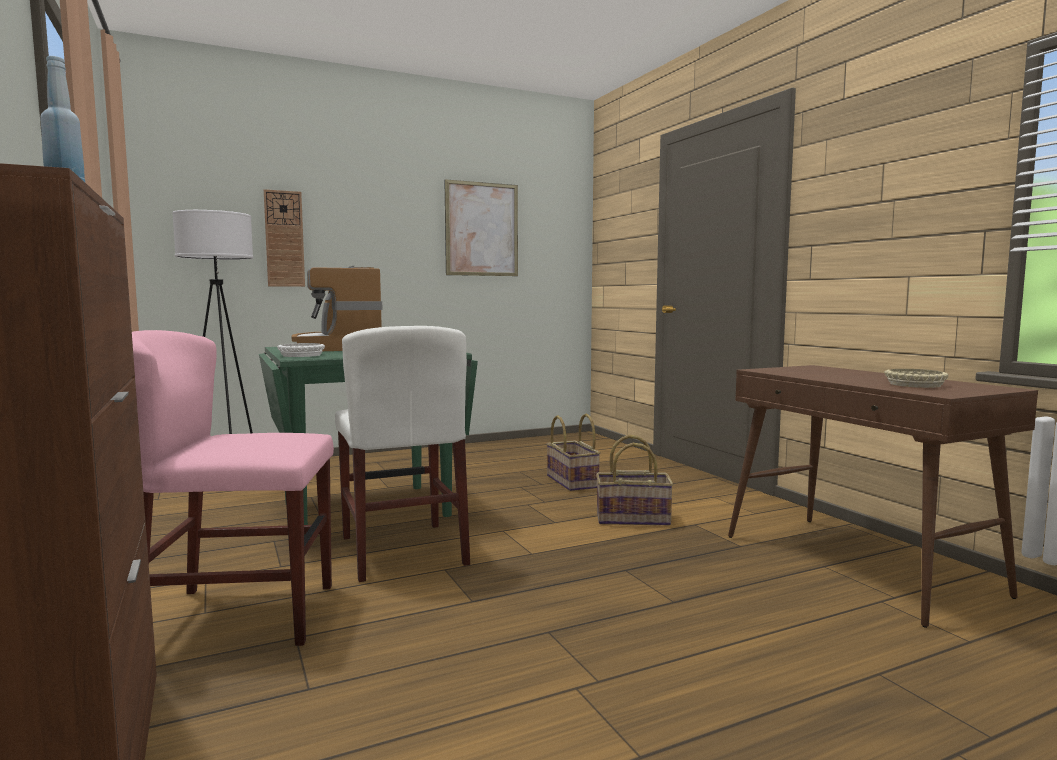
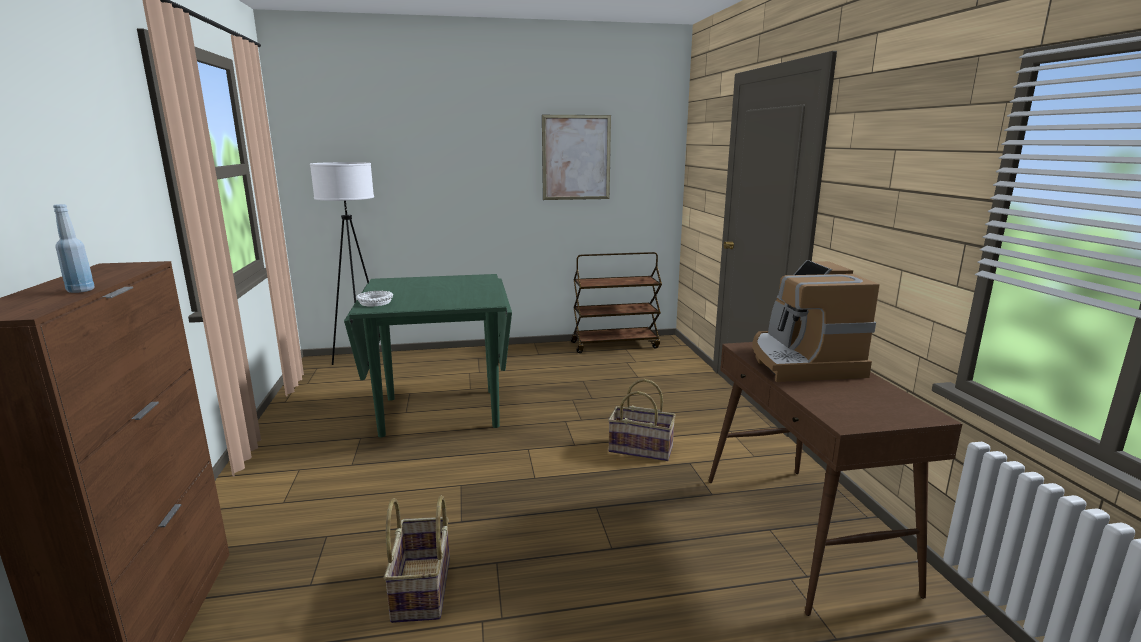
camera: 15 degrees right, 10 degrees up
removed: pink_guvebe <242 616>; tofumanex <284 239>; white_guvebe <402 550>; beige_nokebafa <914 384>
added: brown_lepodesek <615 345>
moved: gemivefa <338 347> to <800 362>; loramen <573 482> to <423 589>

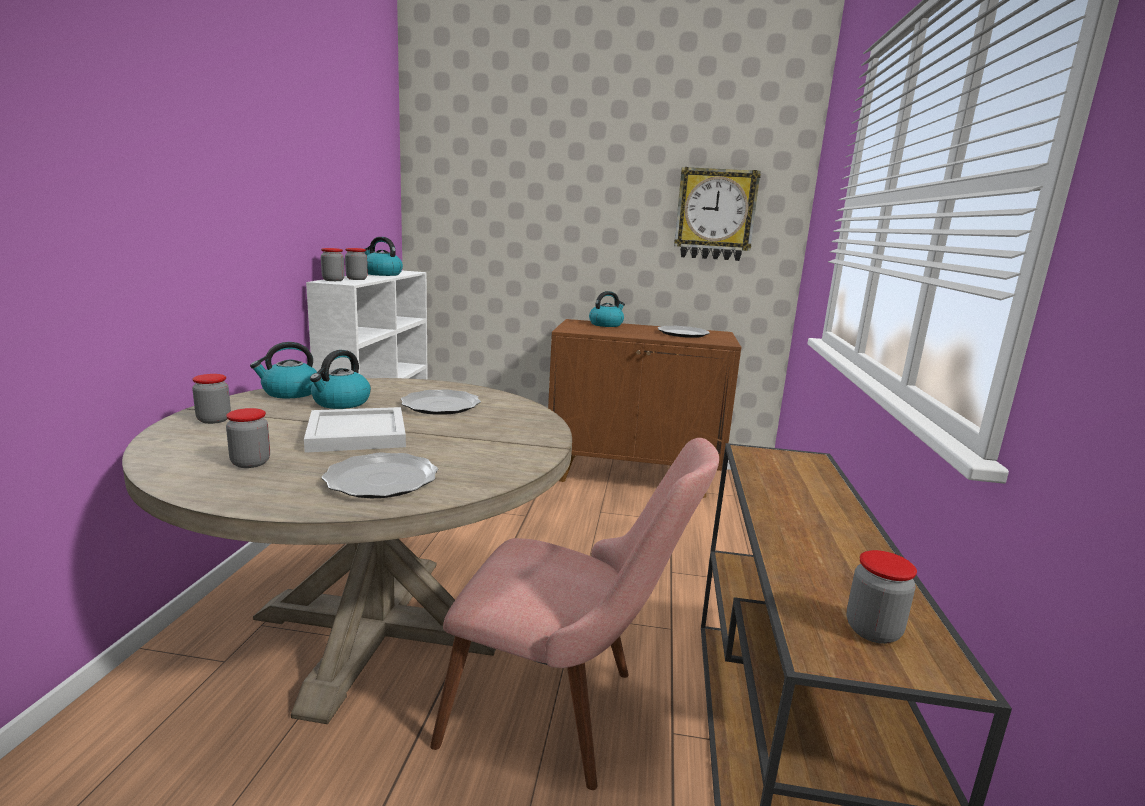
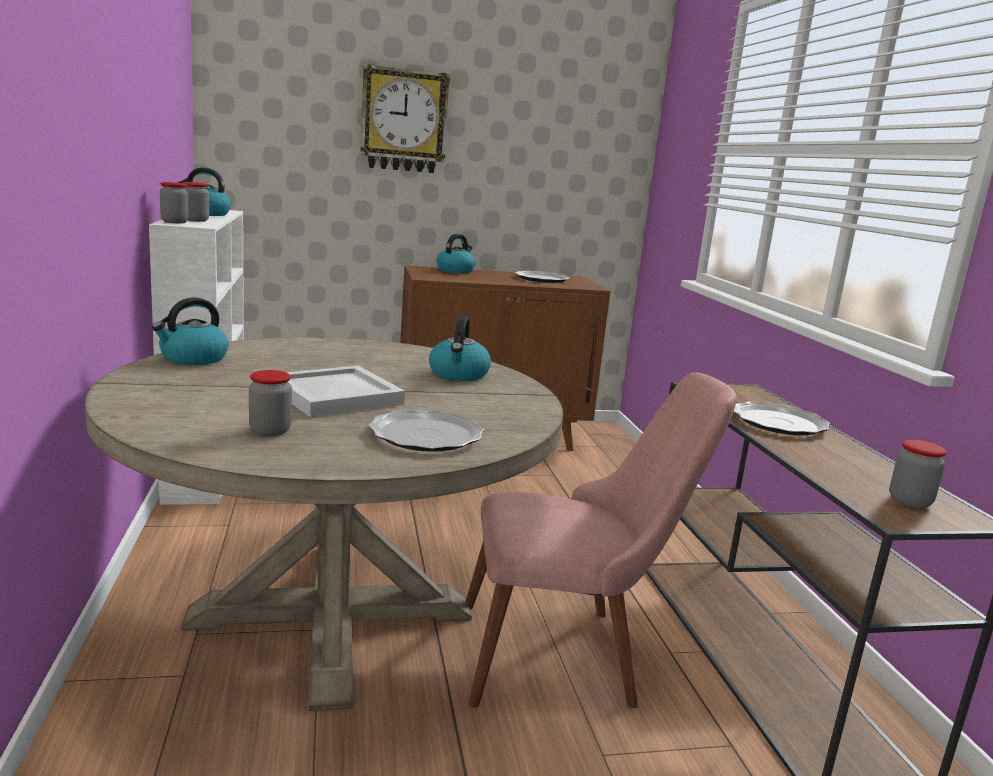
camera: 20 degrees left, 0 degrees up
removed: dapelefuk <214 420>
moved: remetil <341 403> to <459 374>; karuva <441 405> to <779 422>; tofumanex <715 214> to <404 121>

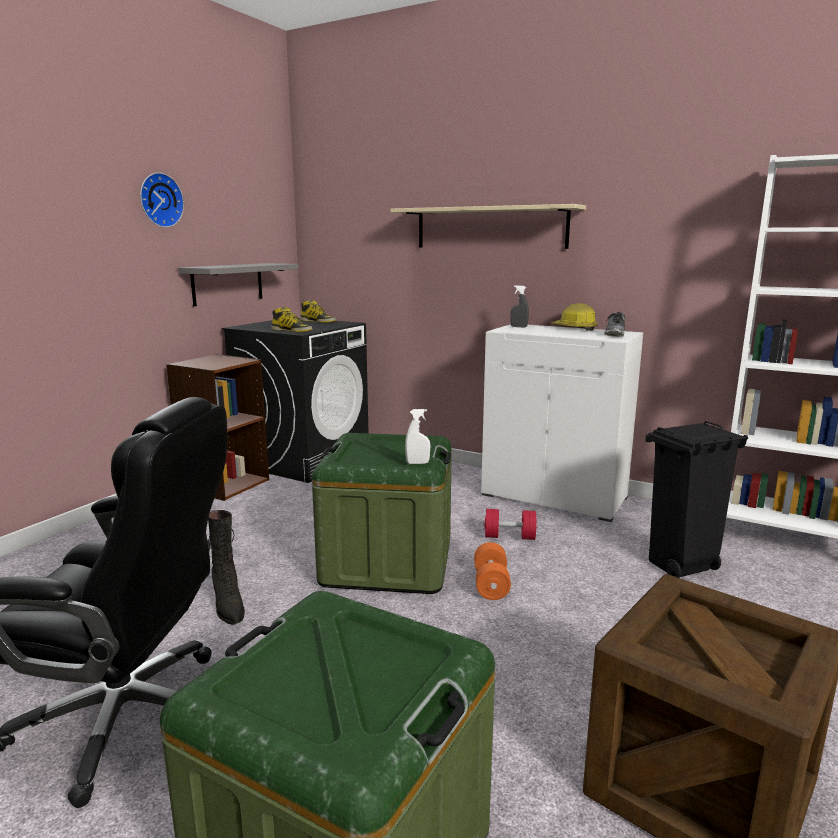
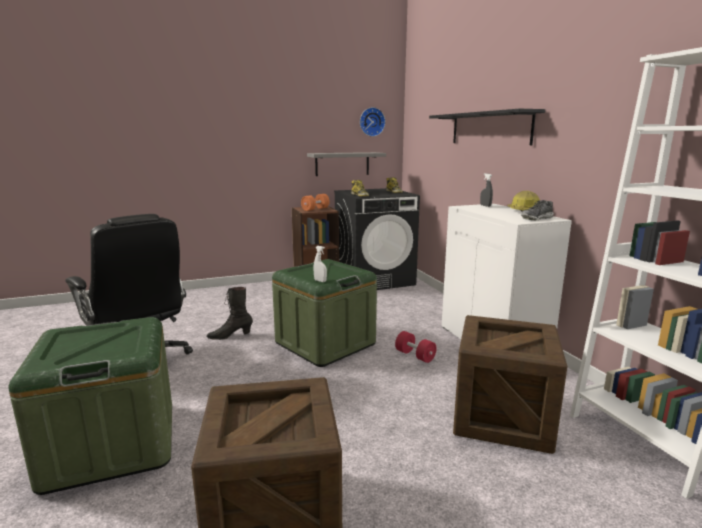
camera: 40 degrees right, 0 degrees up
moved: tofumanex <159 200> to <371 122>; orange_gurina <491 584> to <315 209>
replaced: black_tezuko <680 567> to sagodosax <502 417>
recoloured: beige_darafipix <490 228> to black_darafipix <489 128>
turned: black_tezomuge <228 605> = <230 336> 60 degrees clockwise

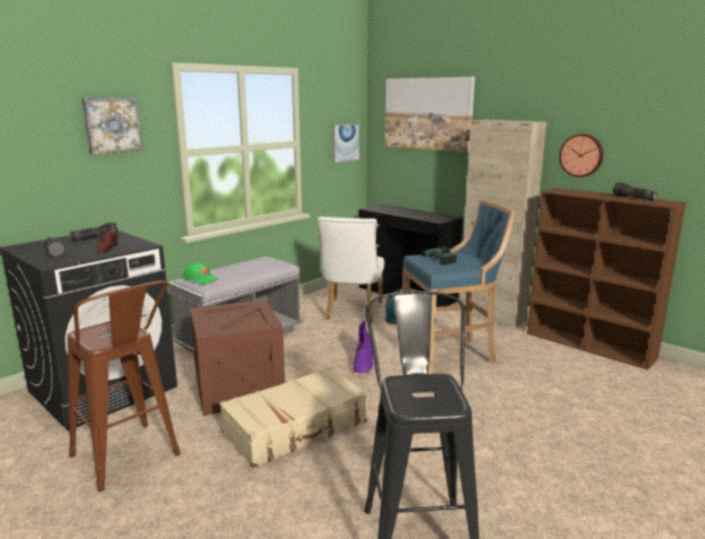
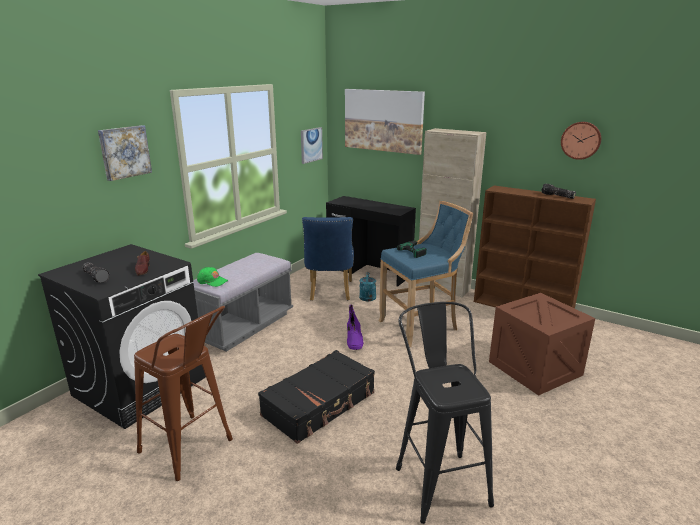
camera: 10 degrees left, 5 degrees up
removed: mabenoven <95 239>
moved: sagodosax <239 388> to <535 368>; tofumanex <581 155> to <581 140>
recoloured: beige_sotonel <296 428> to black_sotonel <320 404>; white_guvebe <352 312> to blue_guvebe <329 292>

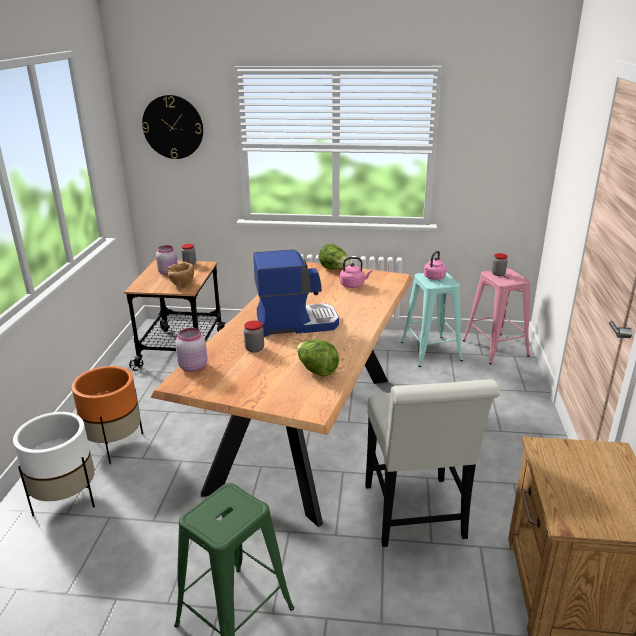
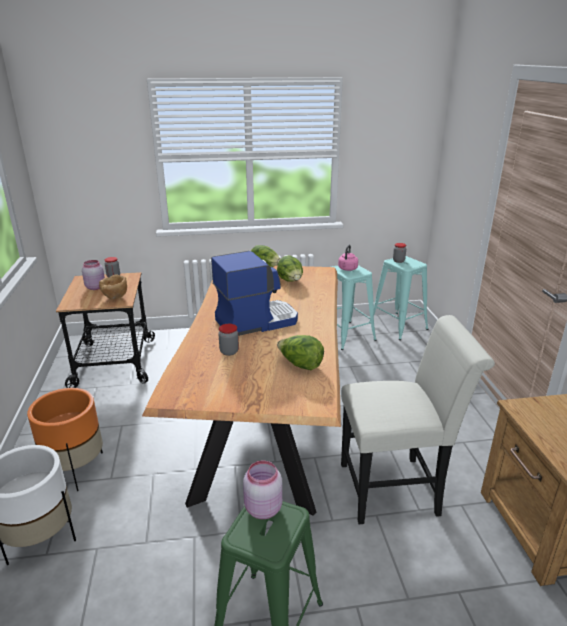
camera: 15 degrees left, 0 degrees up
removed: tofumanex <173 127>
moved: pink_dapelefuk <192 367> to <262 509>
replaced: pink_remetil <353 285> to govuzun <290 281>
recoloured: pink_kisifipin <495 348> to turquoise_kisifipin <398 326>
turned: white_guvebe <416 517> = <396 488> 75 degrees counterclockwise

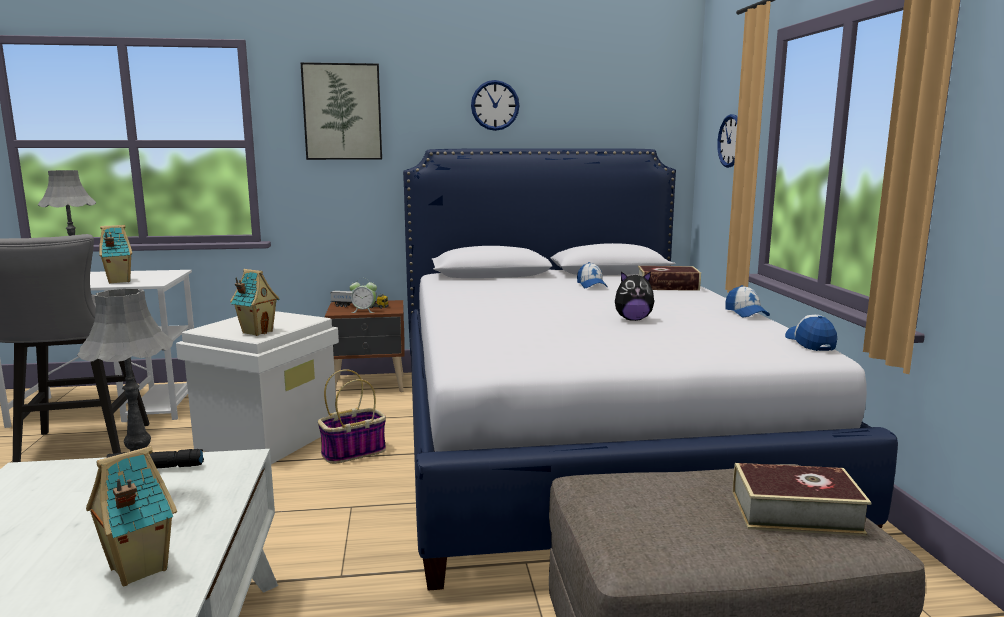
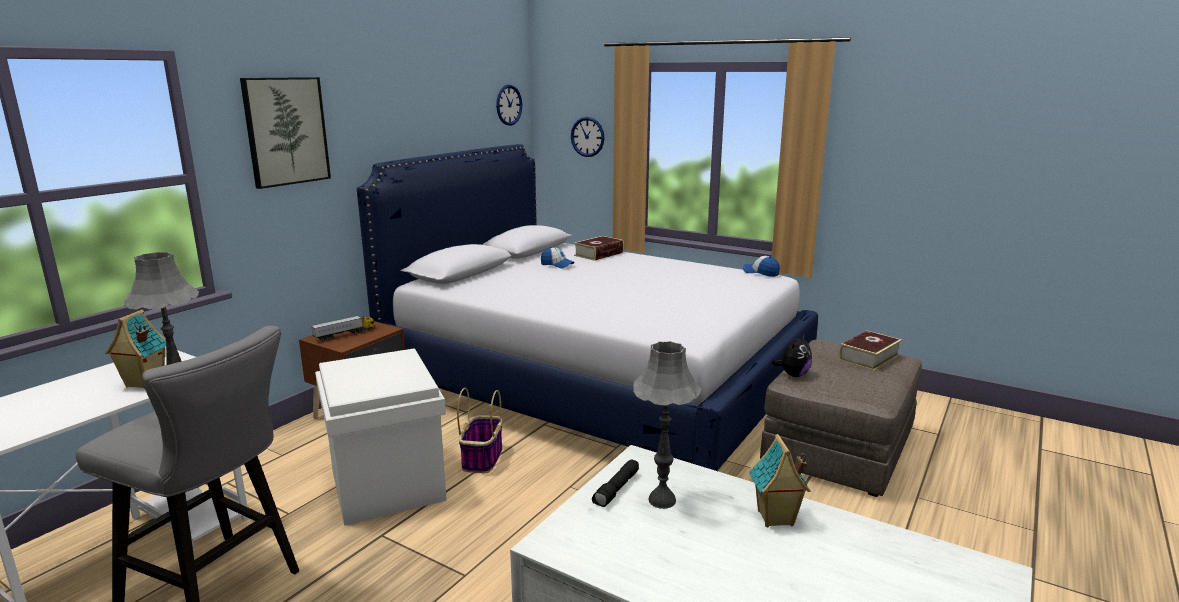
camera: 50 degrees left, 5 degrees up
removed: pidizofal <257 332>; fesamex <364 311>; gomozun <746 313>
moved: tofumanex <495 105> to <509 105>; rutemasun <633 319> to <793 375>

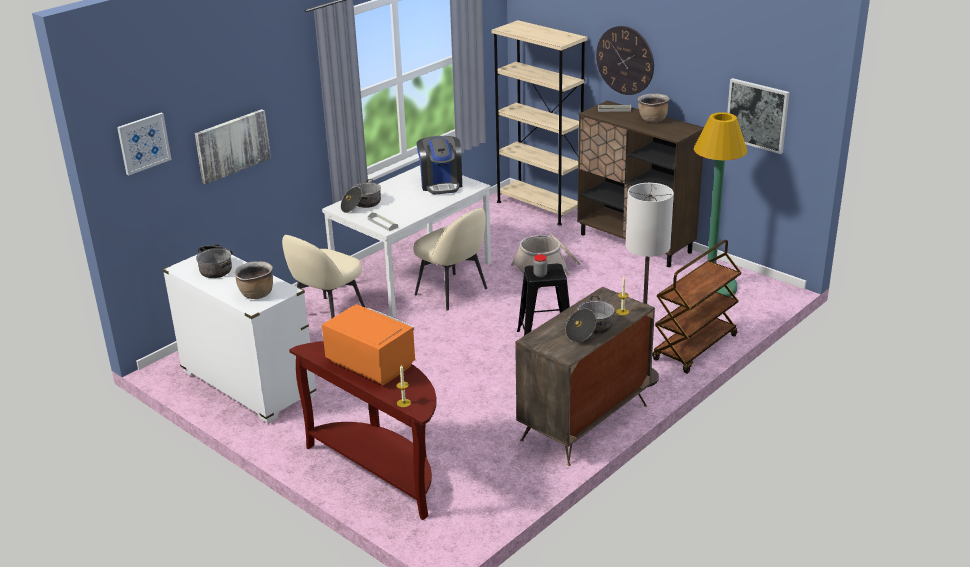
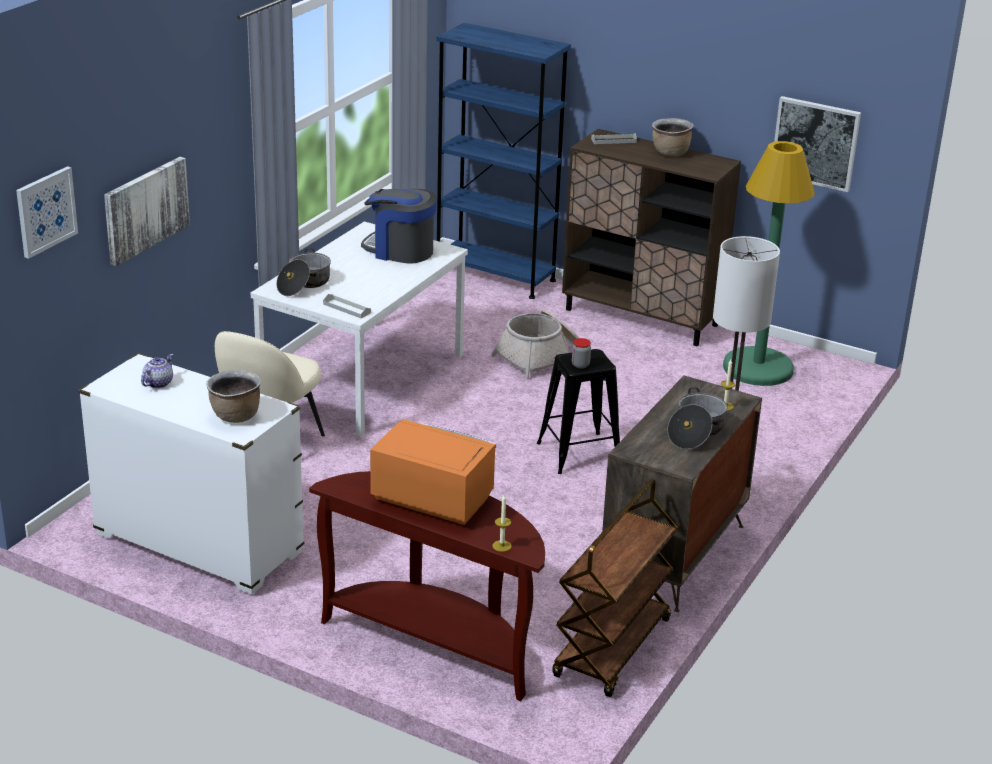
camera: 15 degrees left, 0 degrees up
removed: beige_guvebe <452 292>; tofumanex <625 60>
moved: brown_lepodesek <695 348> to <613 649>
replaced: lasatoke <217 268> to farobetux <158 383>
recoloured: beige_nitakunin <539 207> to blue_nitakunin <495 276>
turned: gemivefa <441 184> = <400 250> 135 degrees clockwise

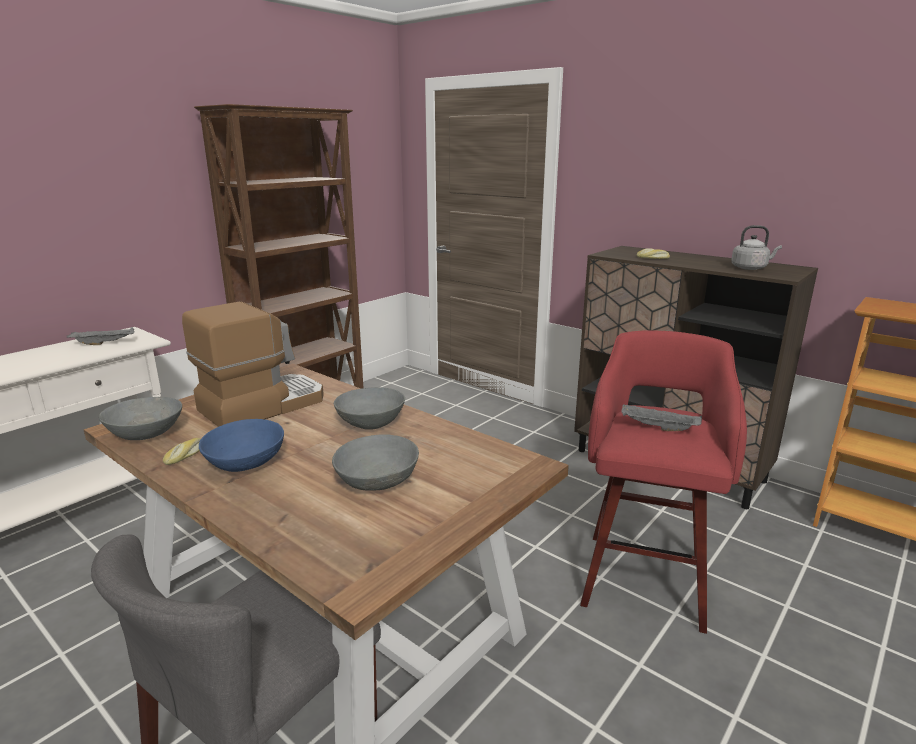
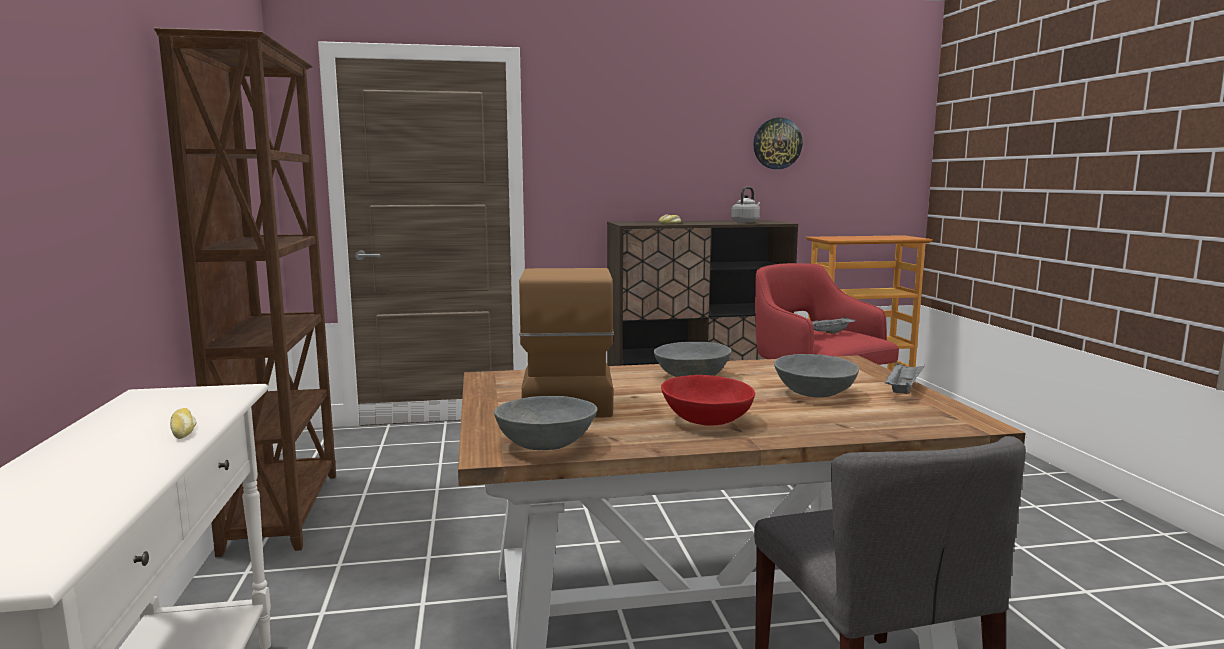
camera: 50 degrees left, 10 degrees down
added: tofumanex <777 143>
moved: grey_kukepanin <105 343> to <902 390>; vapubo <186 456> to <184 430>
recoloured: blue_nokebafa <245 462> to red_nokebafa <705 420>

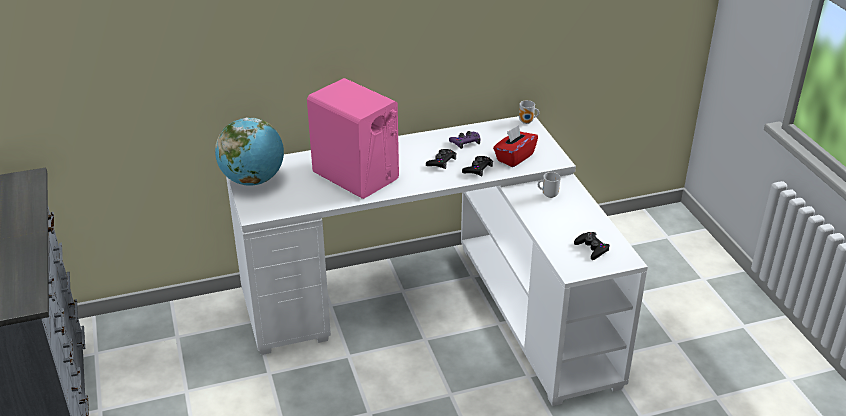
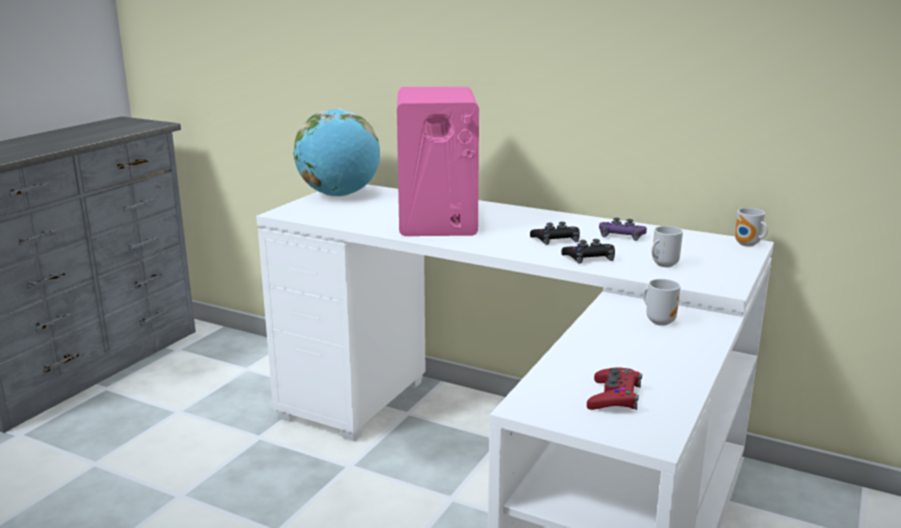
camera: 45 degrees right, 15 degrees down
replaced: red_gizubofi <514 157> to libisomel <662 265>
recoloured: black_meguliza <592 248> to red_meguliza <614 397>

